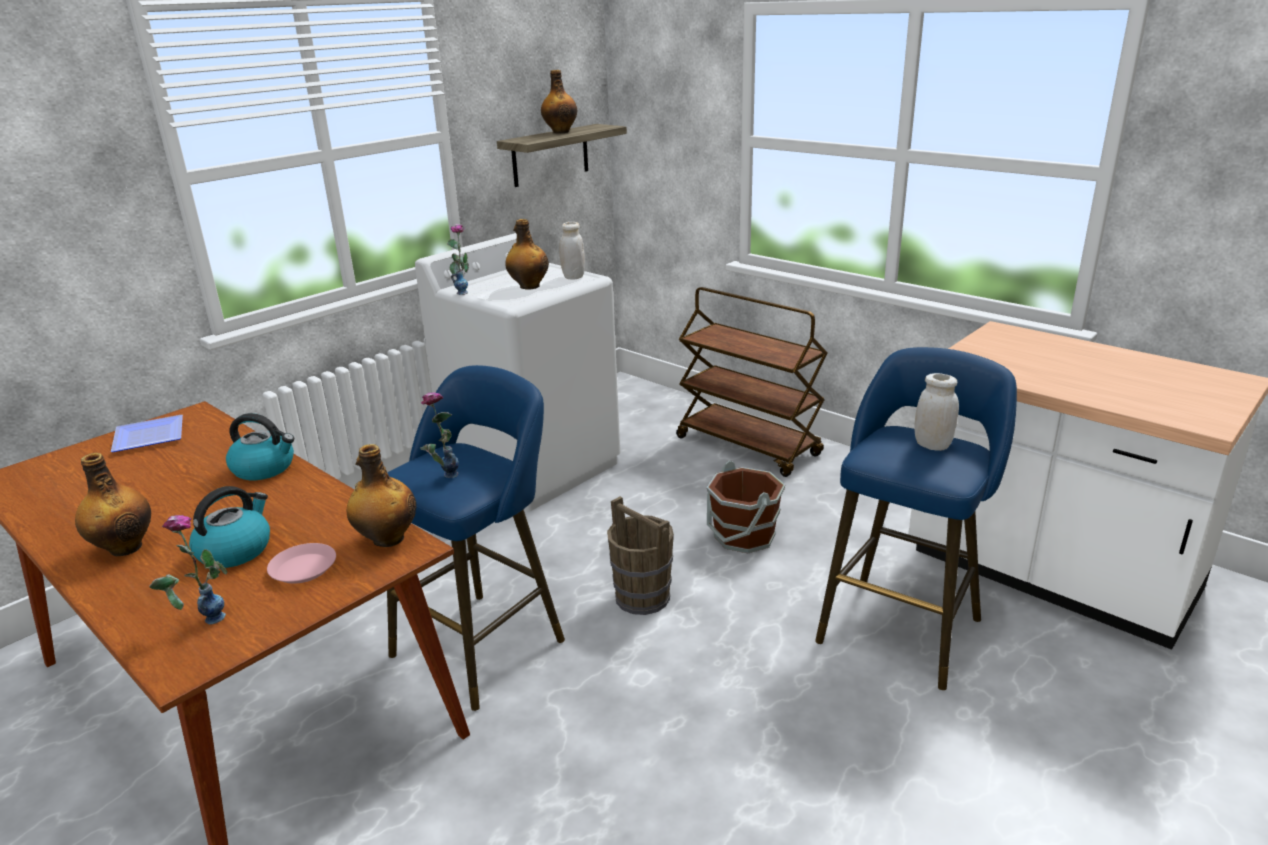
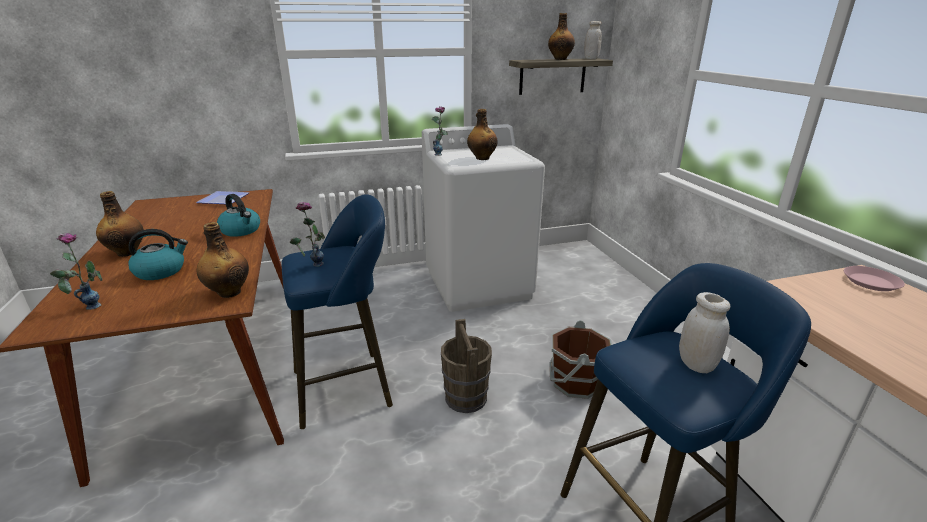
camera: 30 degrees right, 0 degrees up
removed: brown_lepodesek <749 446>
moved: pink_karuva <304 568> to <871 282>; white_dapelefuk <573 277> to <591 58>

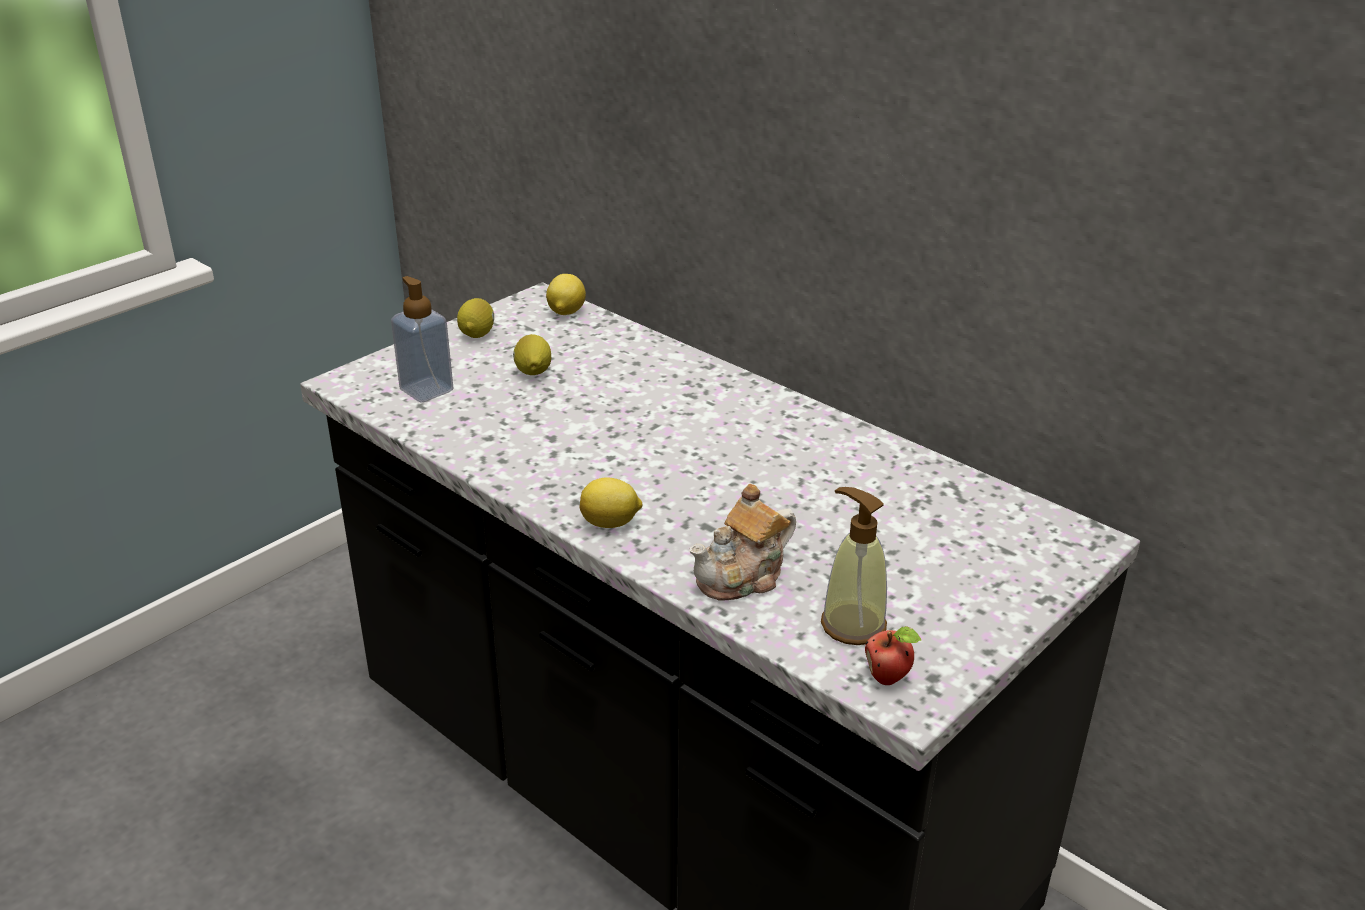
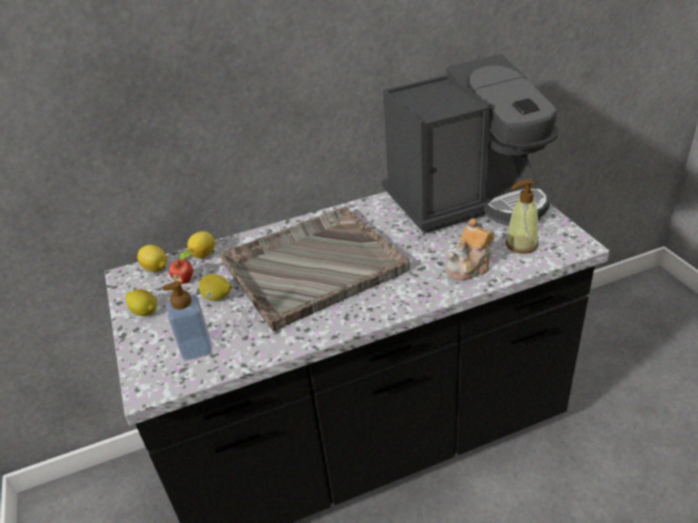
camera: 60 degrees left, 5 degrees up
added: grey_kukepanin <311 267>; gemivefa <467 199>
moved: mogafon <611 523> to <204 254>; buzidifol <889 678> to <185 280>
turned: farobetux <743 577> = <470 267> 60 degrees clockwise

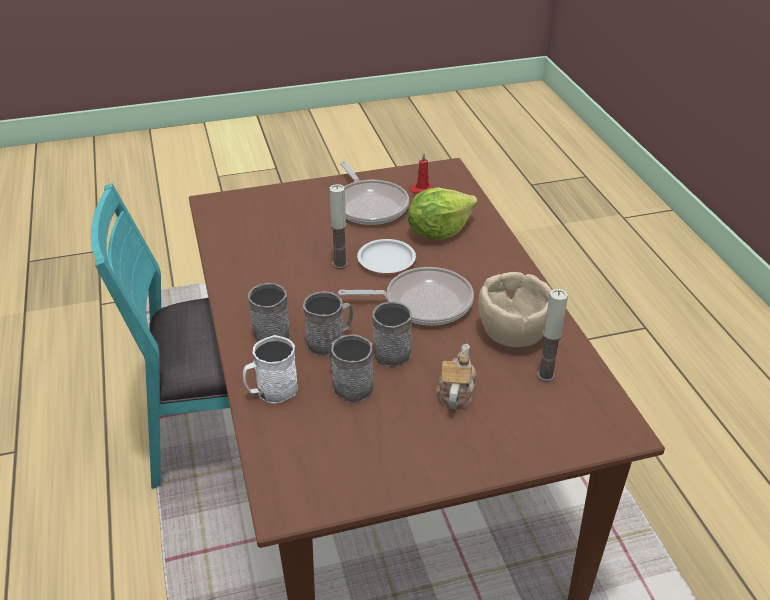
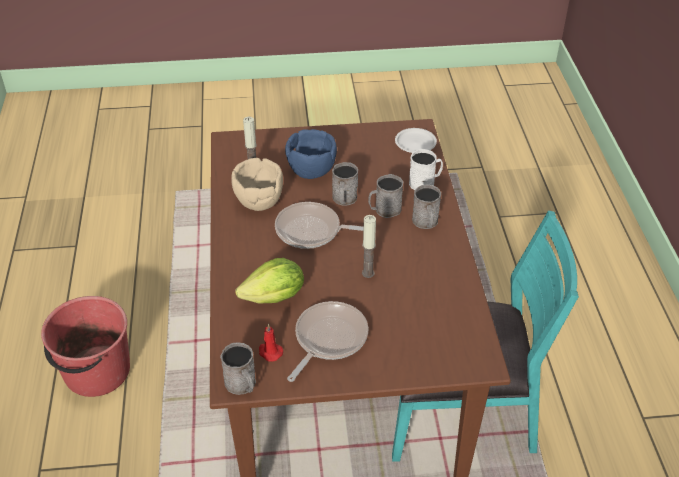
camera: 170 degrees left, 5 degrees up
added: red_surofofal <96 372>
moved: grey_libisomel <349 385> to <242 385>; white_karuva <386 260> to <415 143>
replaced: farobetux <455 392> to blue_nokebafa <312 170>
turned: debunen <369 205> = <328 339> 45 degrees clockwise

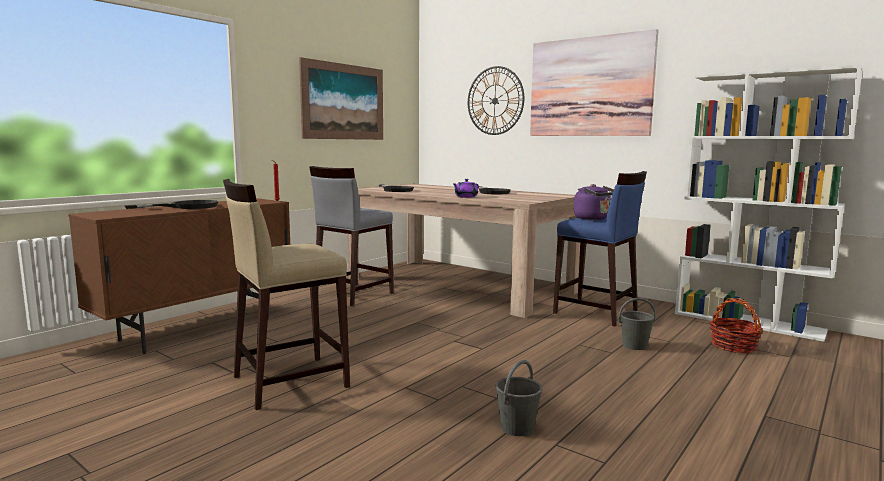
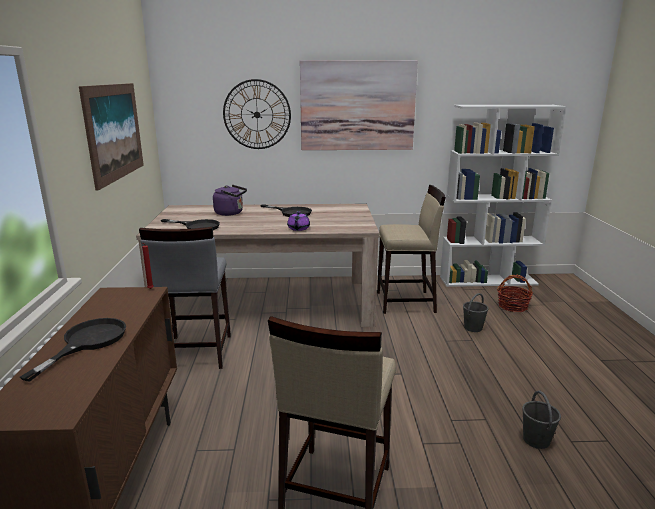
camera: 40 degrees left, 10 degrees up
moved: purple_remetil <594 218> to <231 213>
recoloured: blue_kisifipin <596 312> to beige_kisifipin <406 302>

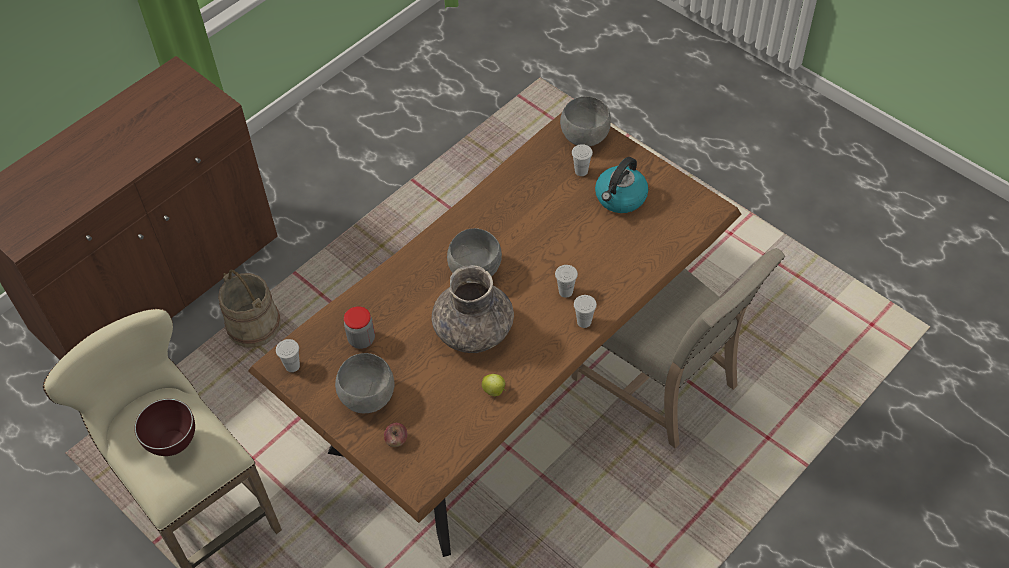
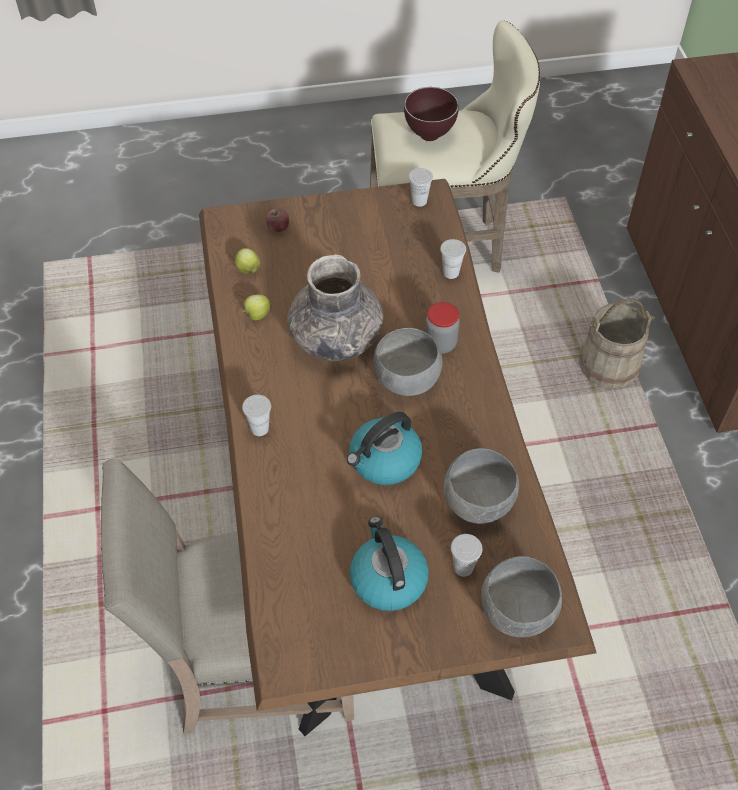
camera: 125 degrees right, 0 degrees up
added: buzidifol <247 269>; remetil <384 461>
moved: grey_nokebafa <367 396> to <479 503>; dapelefuk <361 339> to <440 344>; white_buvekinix <565 291> to <451 273>

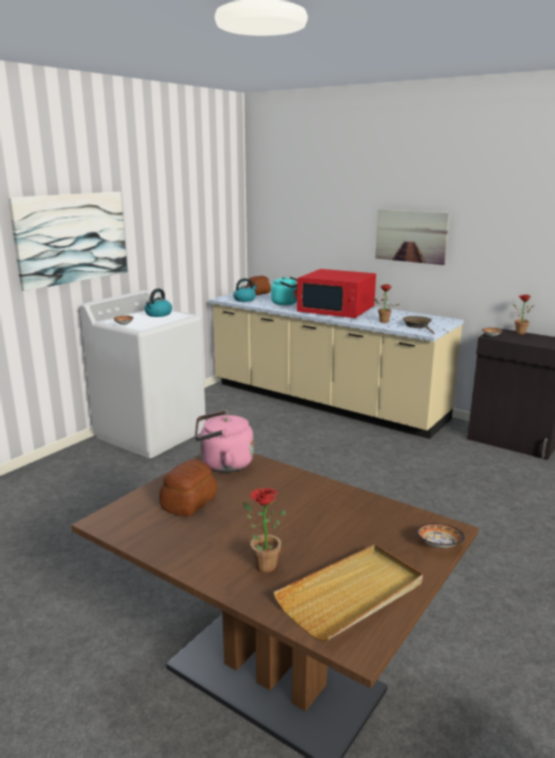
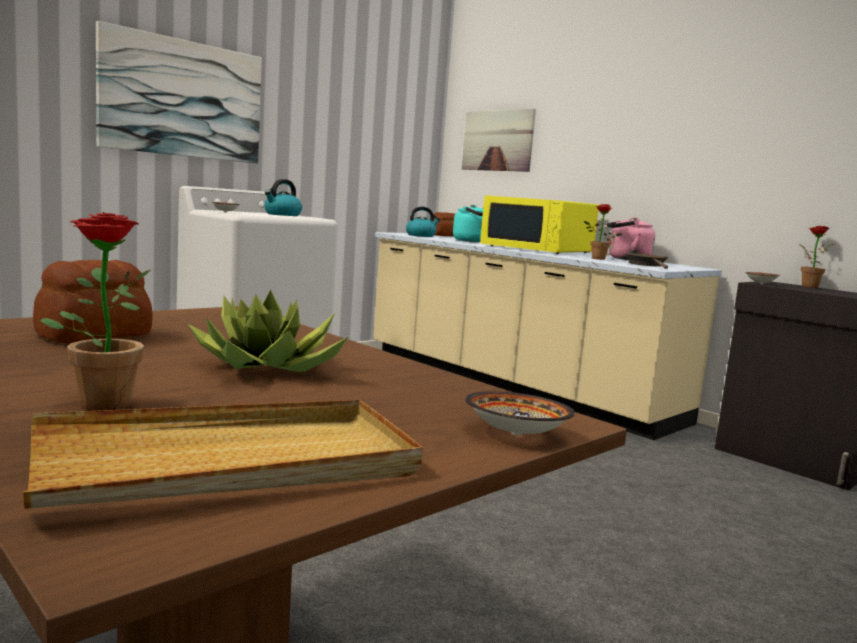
camera: 10 degrees right, 10 degrees down
added: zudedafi <268 367>
moved: pink_remetil <223 464> to <626 259>; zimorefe <411 236> to <497 140>
recoloured: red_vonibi <337 310> to yellow_vonibi <538 249>

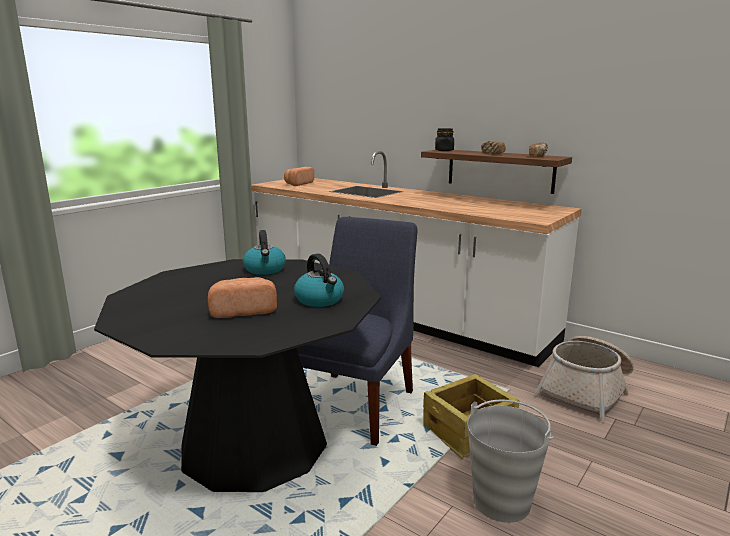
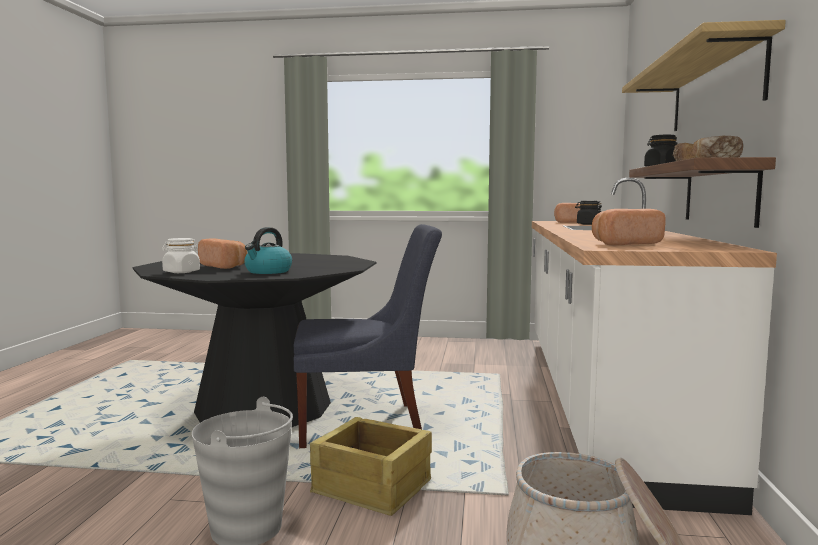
camera: 60 degrees right, 10 degrees down
removed: remetil <265 270>
added: white_dapelefuk <181 272>; black_dapelefuk <588 224>; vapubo <624 244>; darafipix <714 89>

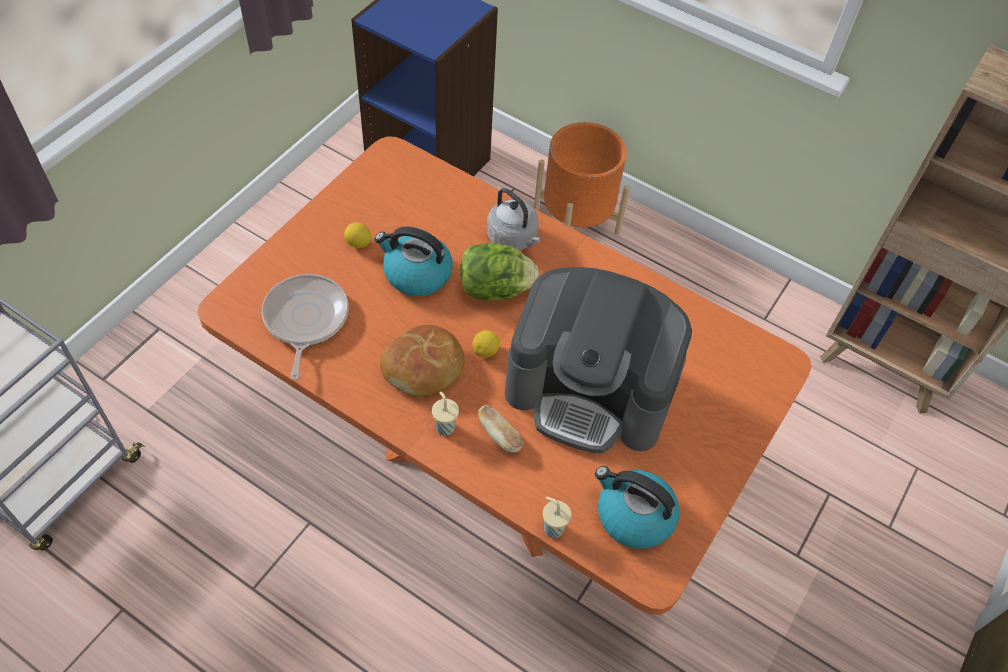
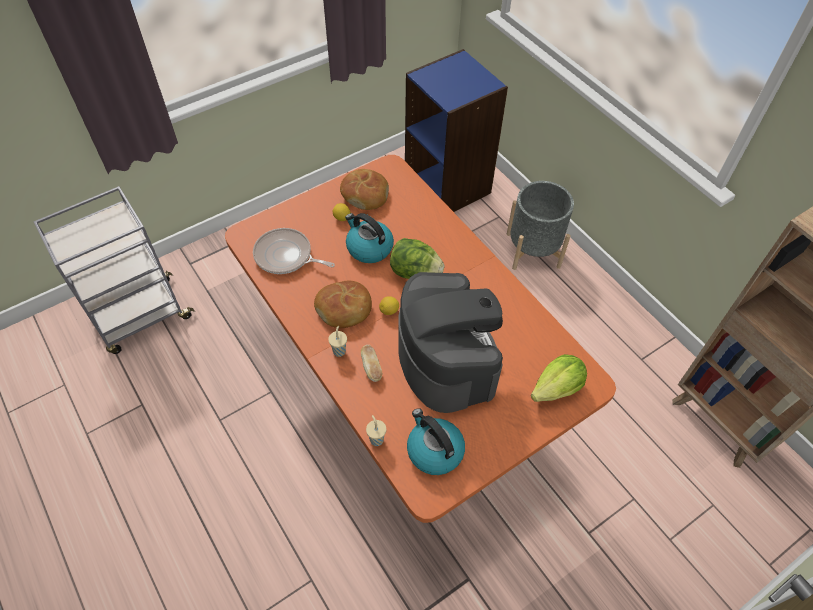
camera: 25 degrees right, 0 degrees up
removed: grey_remetil <514 239>
added: vapubo <365 194>; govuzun <557 388>
recoloured: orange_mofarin <576 220> to grey_mofarin <533 250>
turned: debunen <305 320> = <286 256> 90 degrees counterclockwise; gemivefa <590 390> = <446 358> 150 degrees counterclockwise

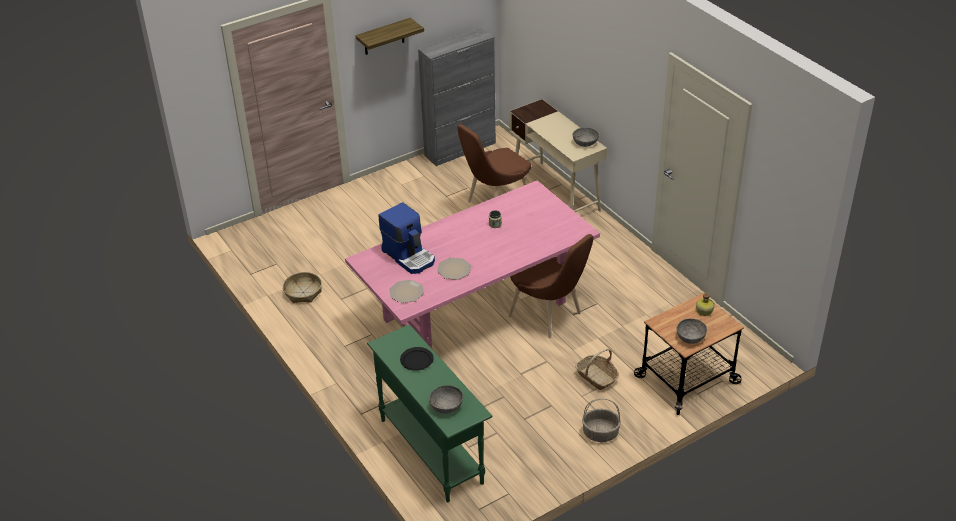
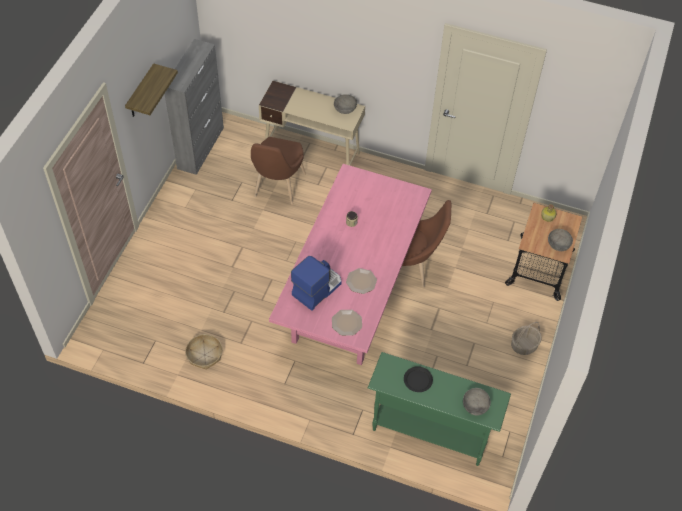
camera: 40 degrees left, 15 degrees up
removed: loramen <596 377>
turned: gemivefa <409 256> = <316 288> 60 degrees counterclockwise

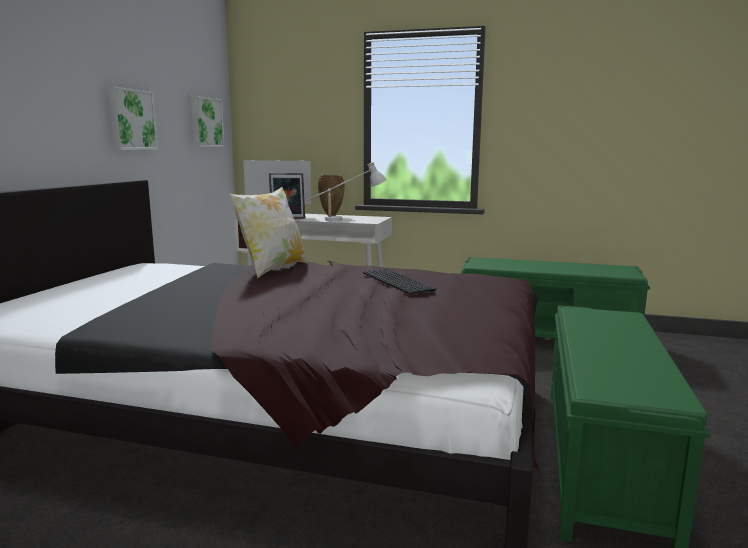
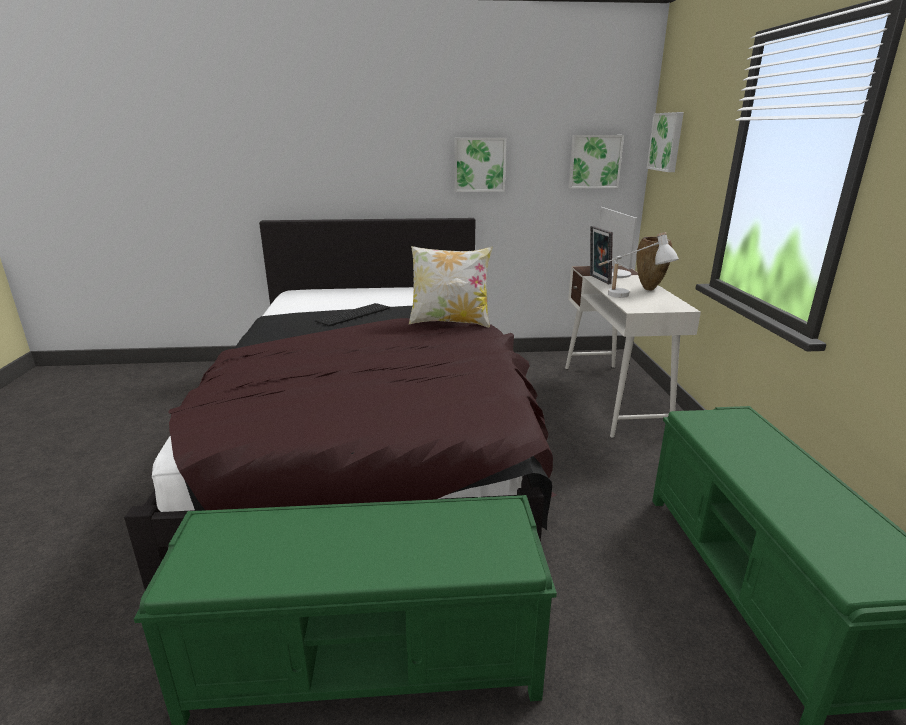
camera: 70 degrees right, 10 degrees up
added: zimorefe <667 142>
moved: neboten <399 281> to <353 315>

